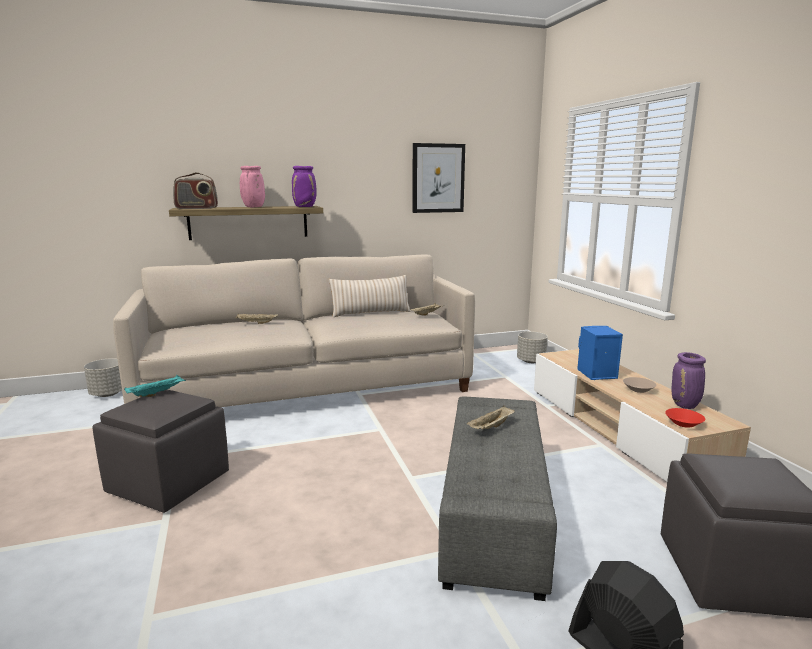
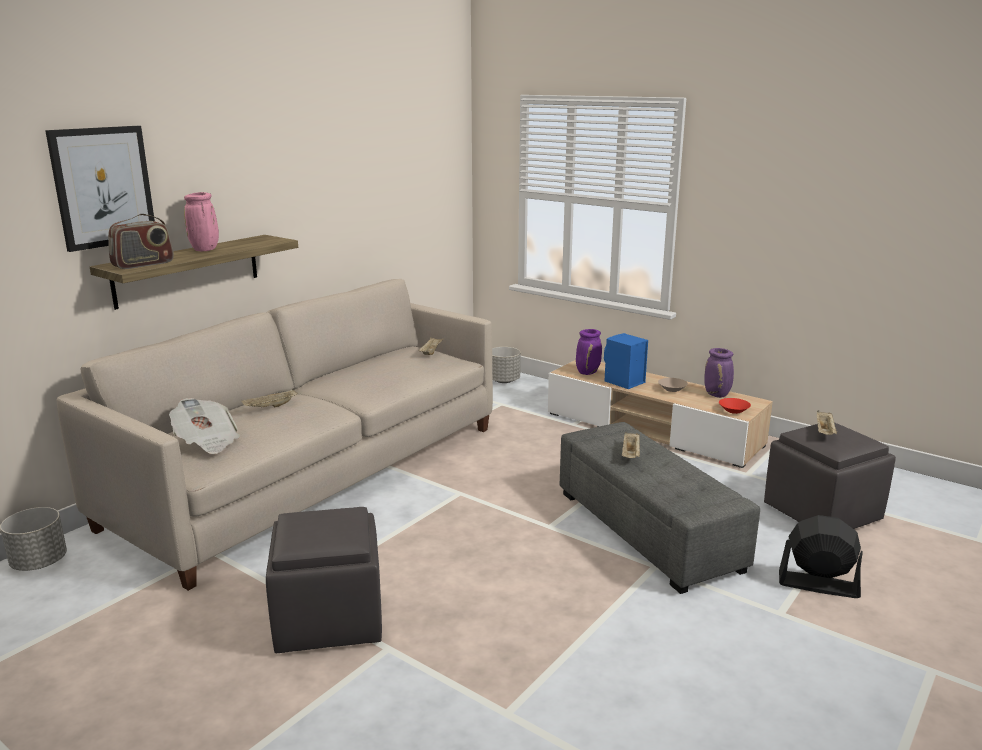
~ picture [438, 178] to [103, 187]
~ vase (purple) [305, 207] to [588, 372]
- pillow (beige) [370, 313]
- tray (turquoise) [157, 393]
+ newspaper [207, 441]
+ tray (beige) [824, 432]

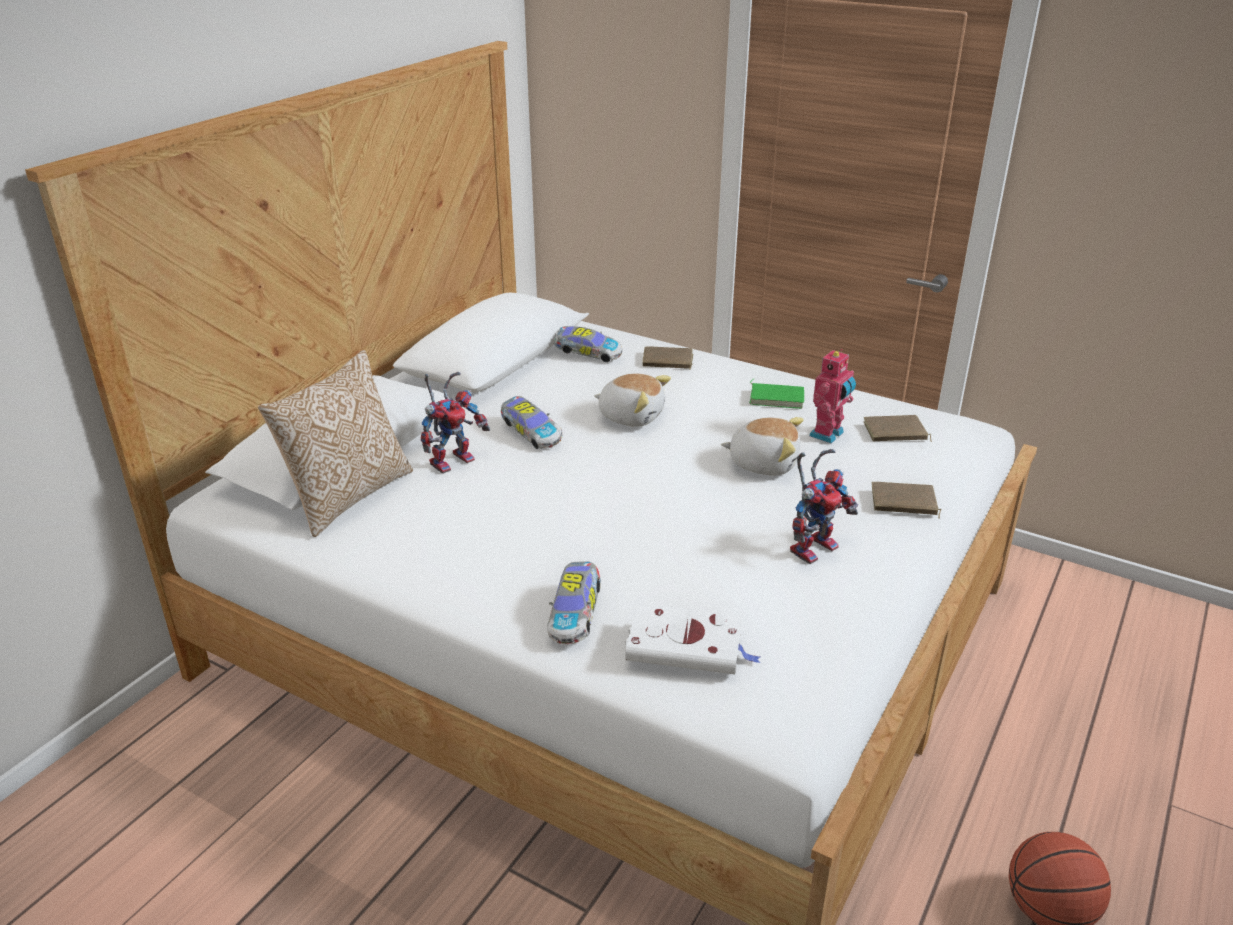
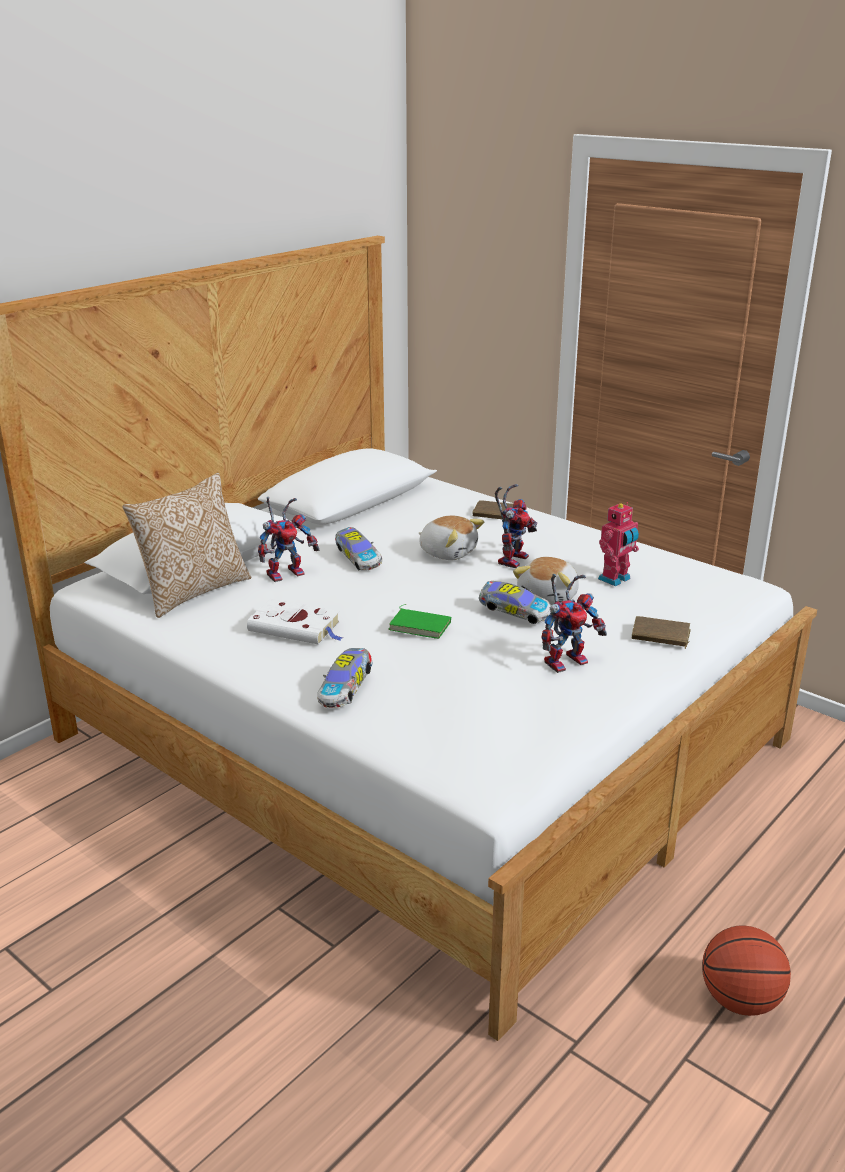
~ toy car [586, 354] to [513, 613]
~ book (green) [777, 398] to [421, 625]
- book (brown) [895, 433]
~ plush toy [763, 463] = [549, 596] 90 degrees clockwise
~ book (white) [688, 646] to [297, 627]
+ toy robot [511, 558]

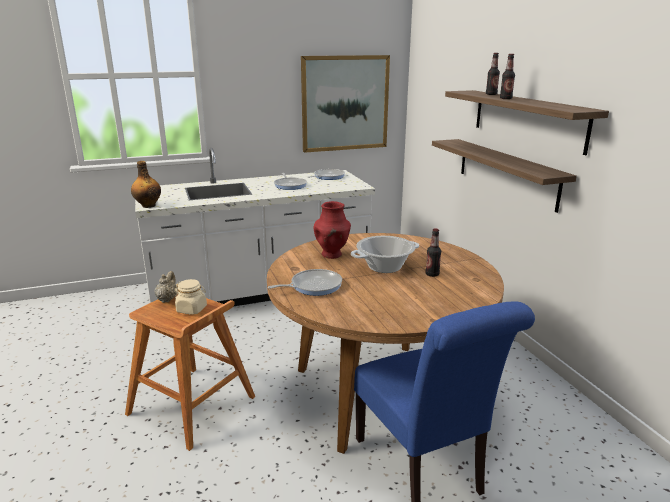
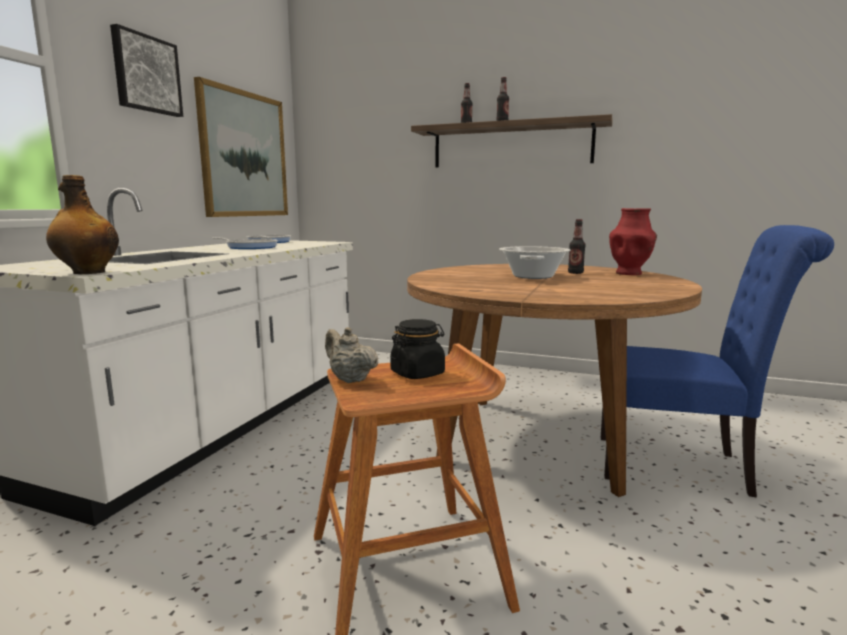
- shelf [506, 172]
~ vase (red) [332, 255] to [629, 273]
- frying pan [313, 286]
~ jar (beige) [192, 309] to jar (black) [418, 373]
+ picture [146, 74]

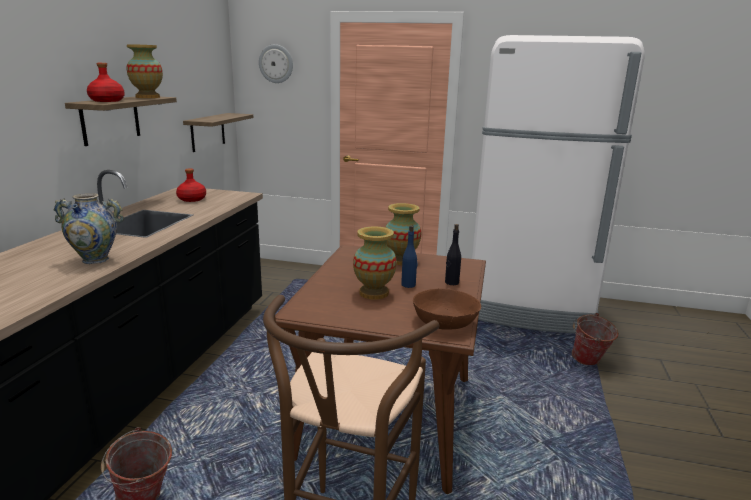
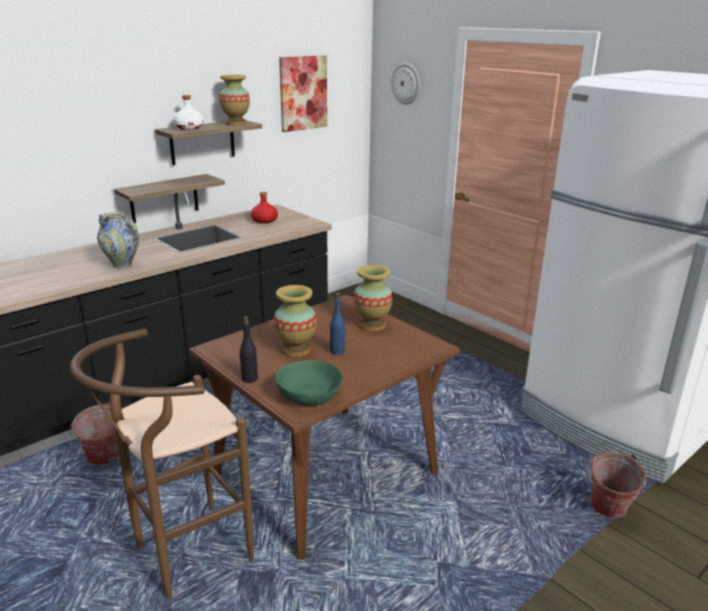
~ bottle (red) [107, 101] to bottle (white) [189, 128]
~ shelf [207, 132] to [164, 198]
~ bottle (black) [451, 282] to [249, 379]
~ bowl (brown) [444, 321] to bowl (green) [310, 395]
+ picture [303, 93]

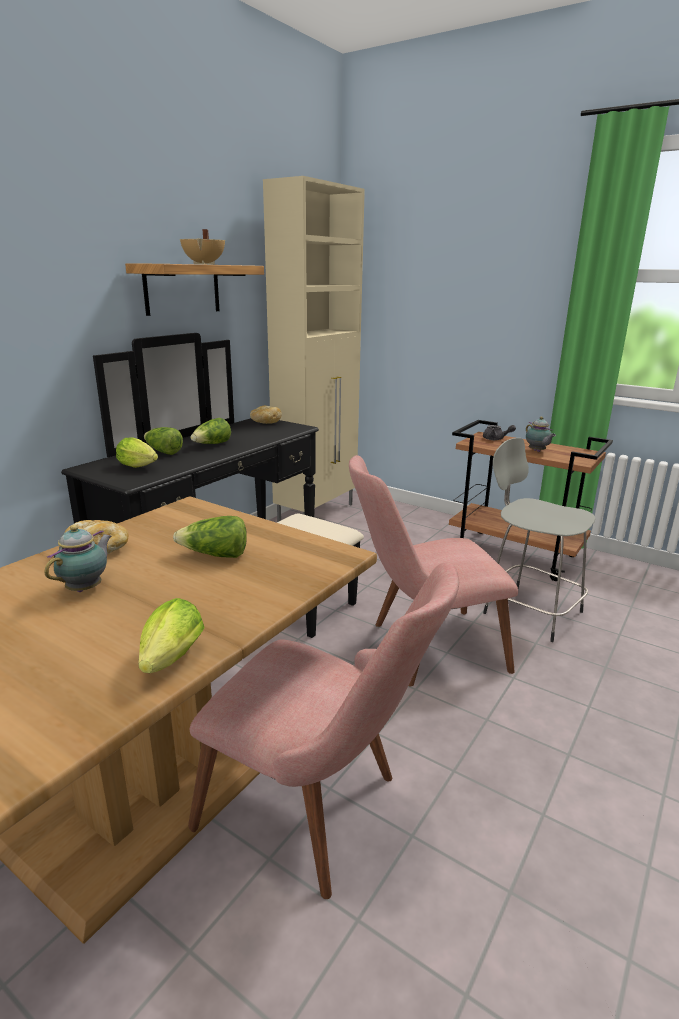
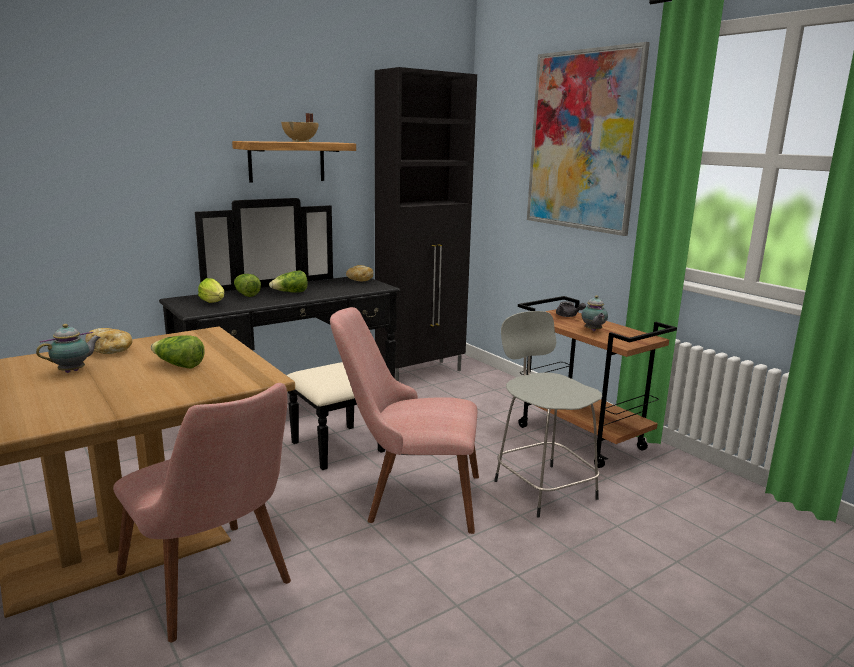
~ cabinet (beige) [317, 512] to cabinet (black) [421, 373]
- lettuce [169, 662]
+ picture [582, 141]

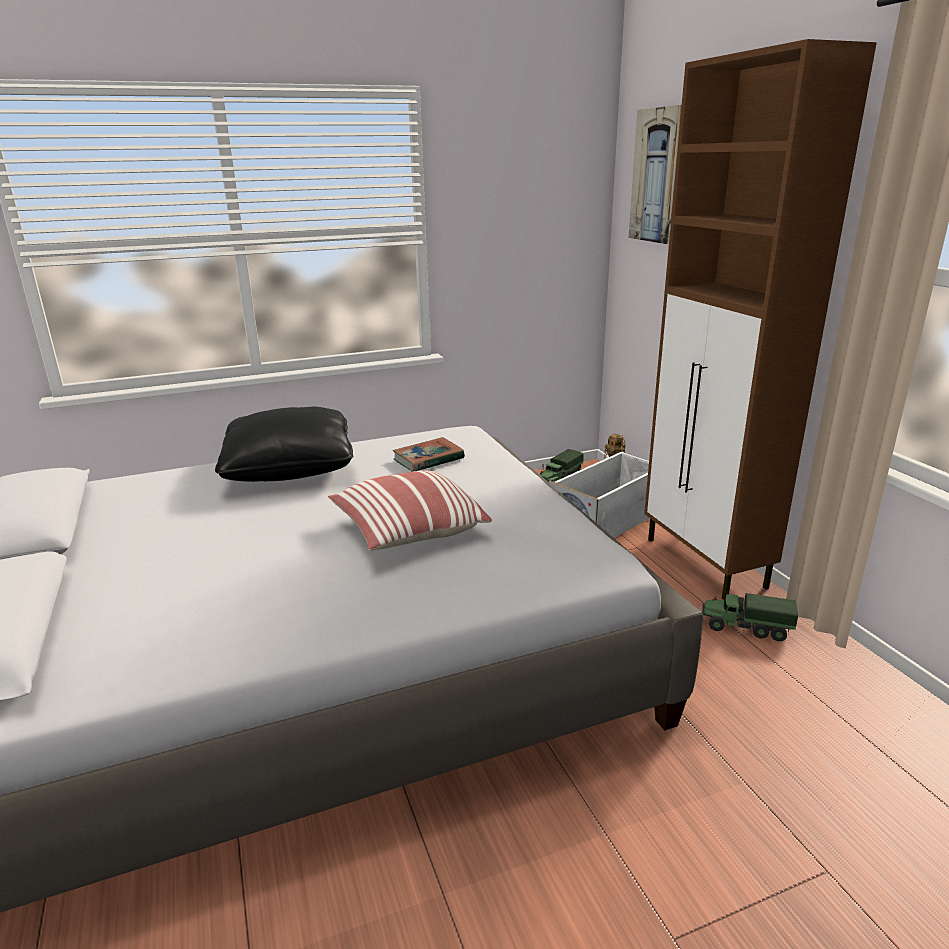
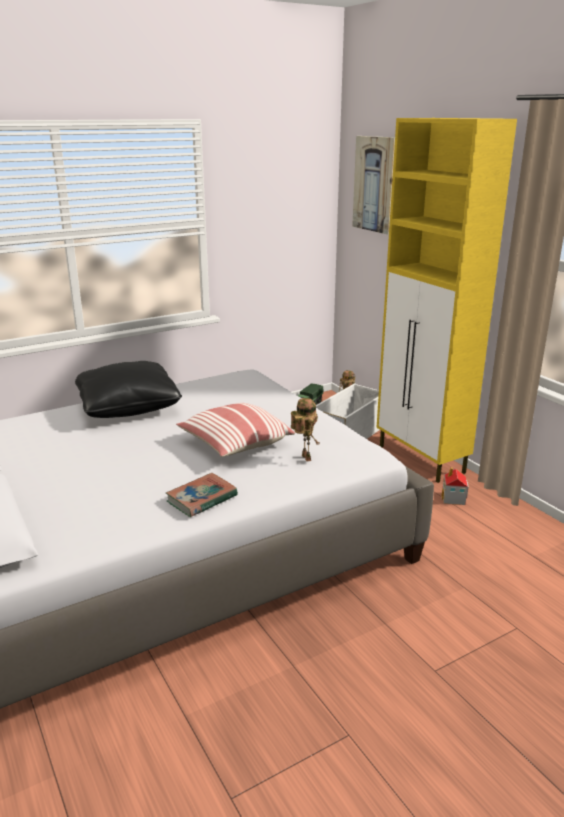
~ cabinet (brown) [705, 563] to cabinet (yellow) [421, 459]
~ book [428, 459] to [202, 499]
~ toy truck [745, 627] to toy house [453, 499]
+ toy robot [304, 458]

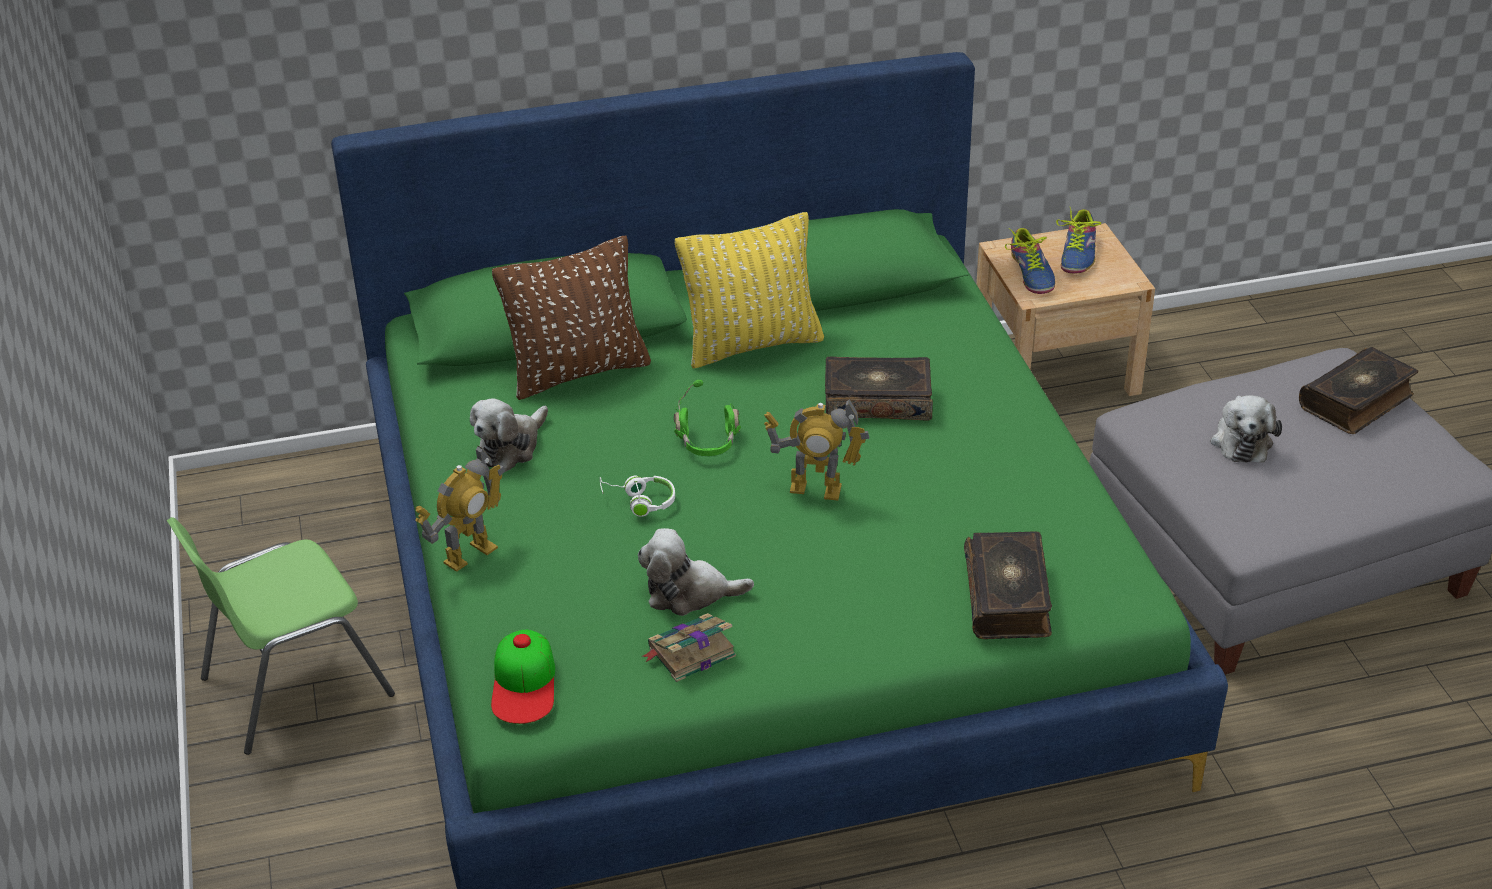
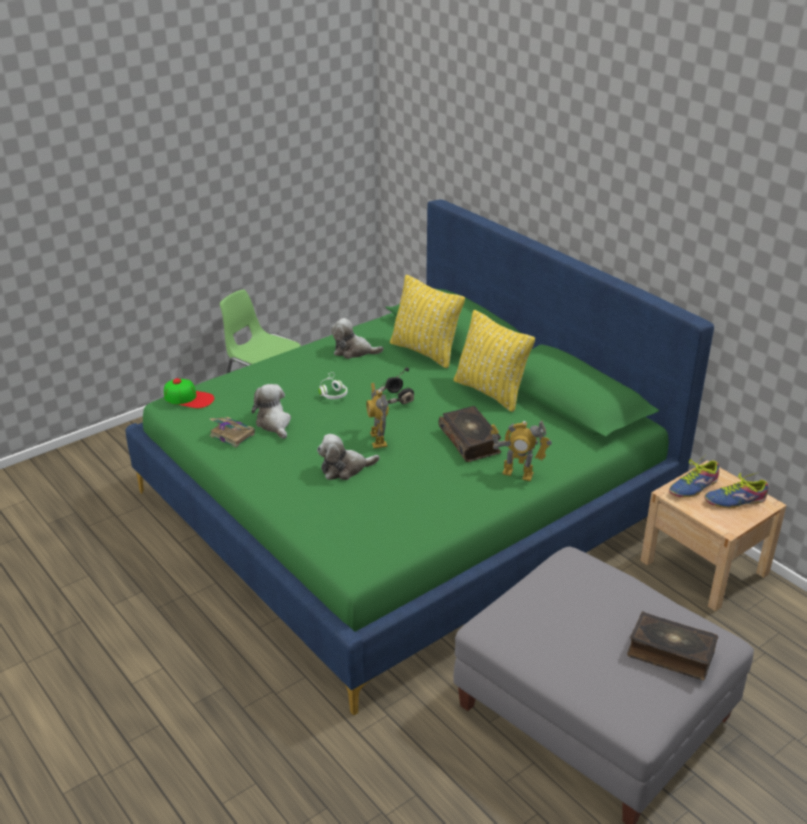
~ pillow (brown) [578, 372] to pillow (yellow) [425, 352]
~ headphones (green) [708, 442] to headphones (black) [393, 399]
~ plush toy [1241, 440] to [345, 469]
~ toy robot [469, 554] to [518, 474]
- book [1008, 597]
~ cap [524, 684] = [189, 398] 135 degrees counterclockwise

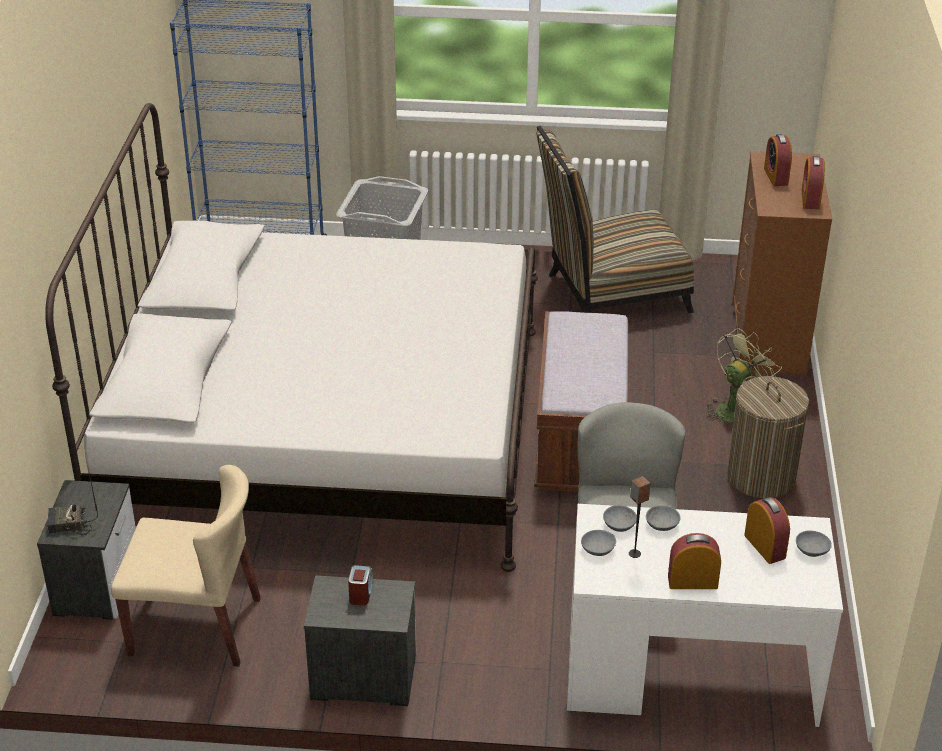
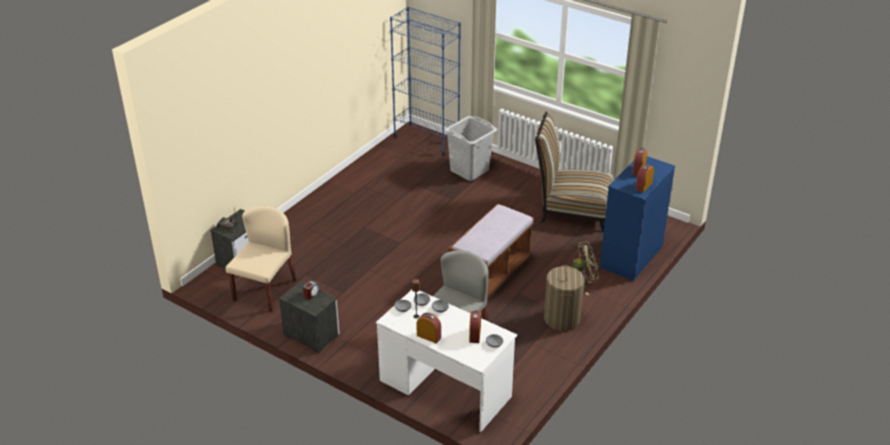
- bed (white) [327, 429]
~ dresser (brown) [768, 338] to dresser (blue) [631, 257]
~ chair (beige) [196, 626] = [265, 290] 105 degrees counterclockwise

